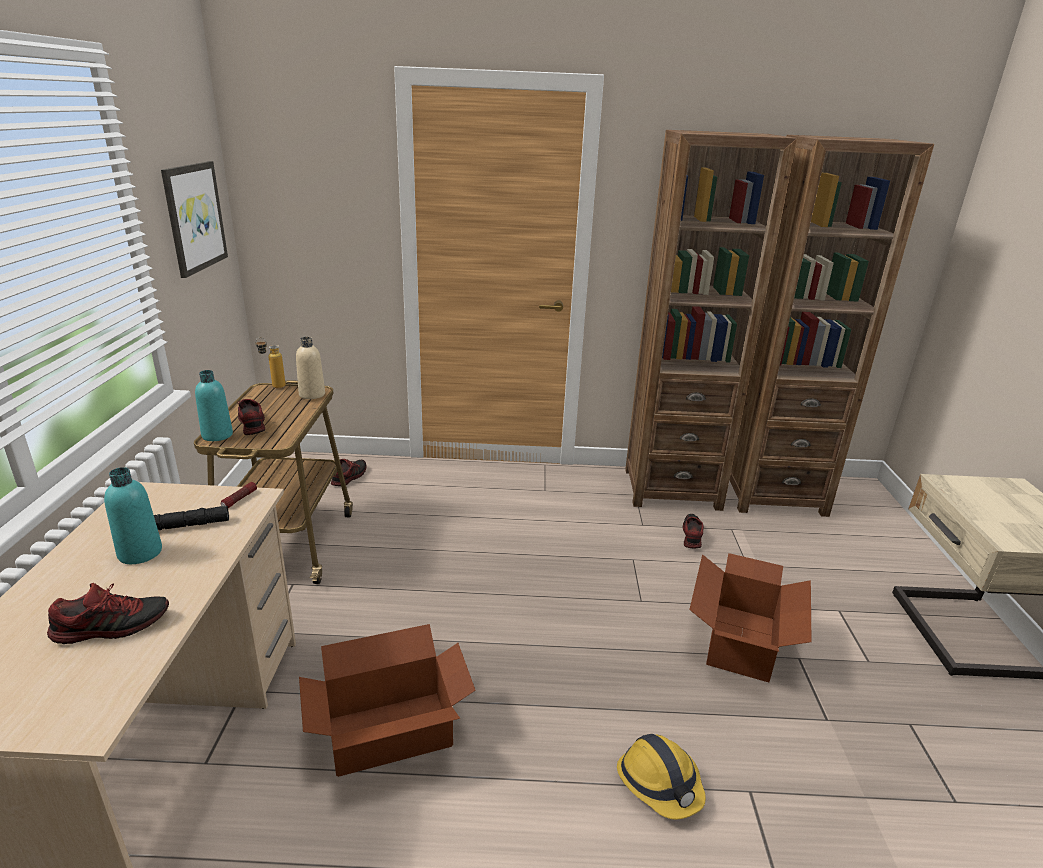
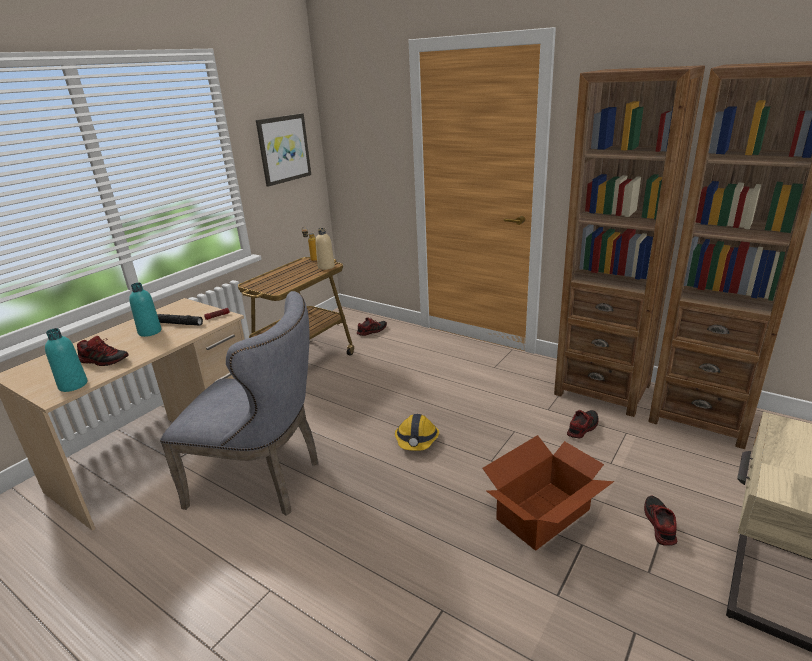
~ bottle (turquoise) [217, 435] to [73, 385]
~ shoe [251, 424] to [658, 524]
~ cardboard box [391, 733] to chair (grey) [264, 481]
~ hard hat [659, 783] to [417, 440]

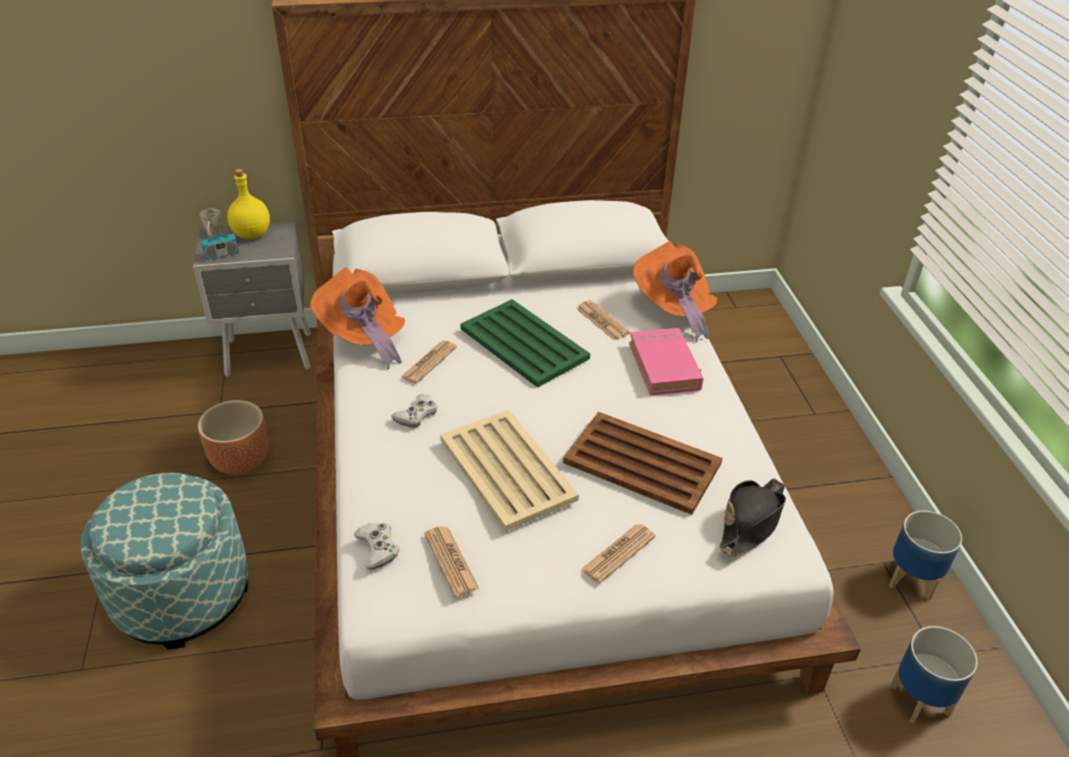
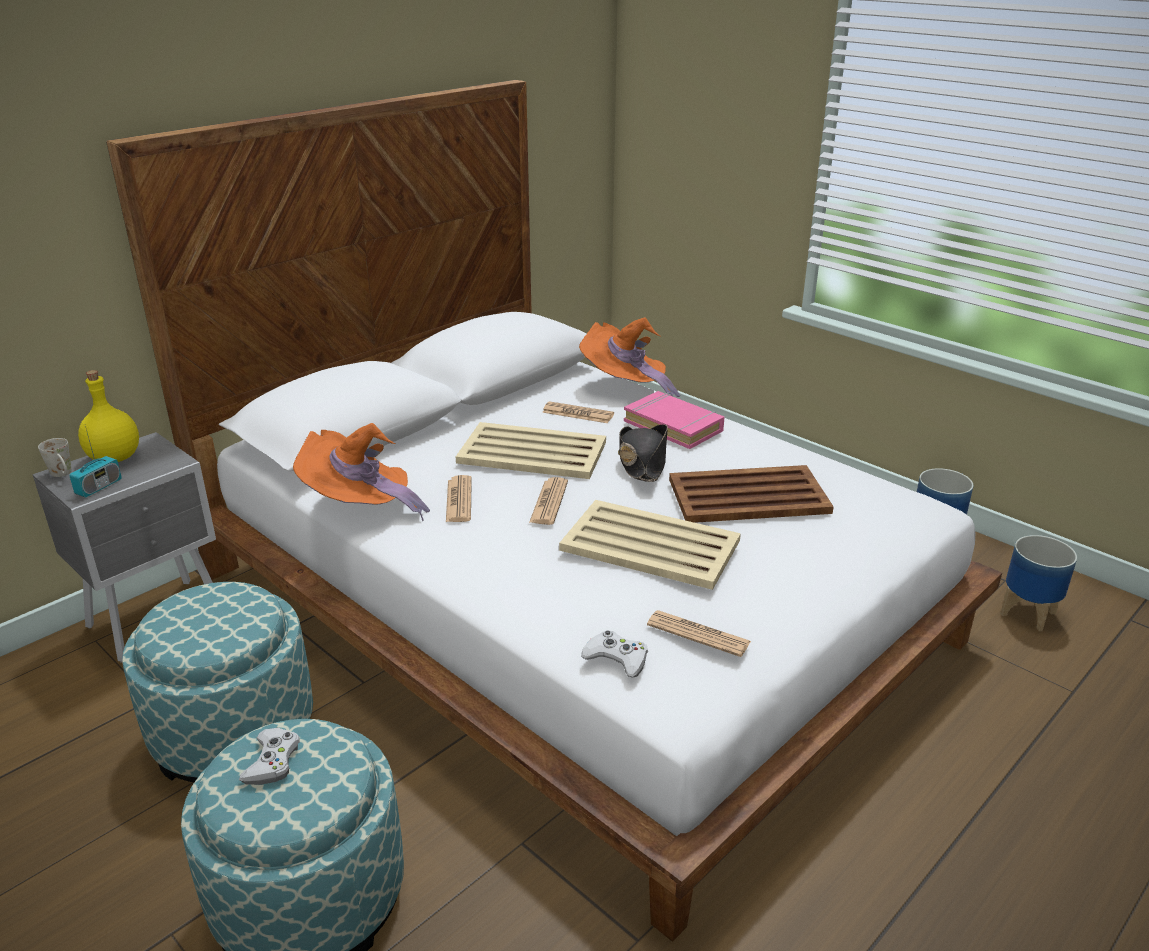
~ tray (green) [523, 343] to tray (beige) [531, 452]
~ game controller (white) [416, 415] to [272, 761]
~ planter (brown) [240, 460] to ottoman [234, 732]
~ hat (black) [751, 522] to [642, 461]
~ newspaper [618, 553] to [549, 502]

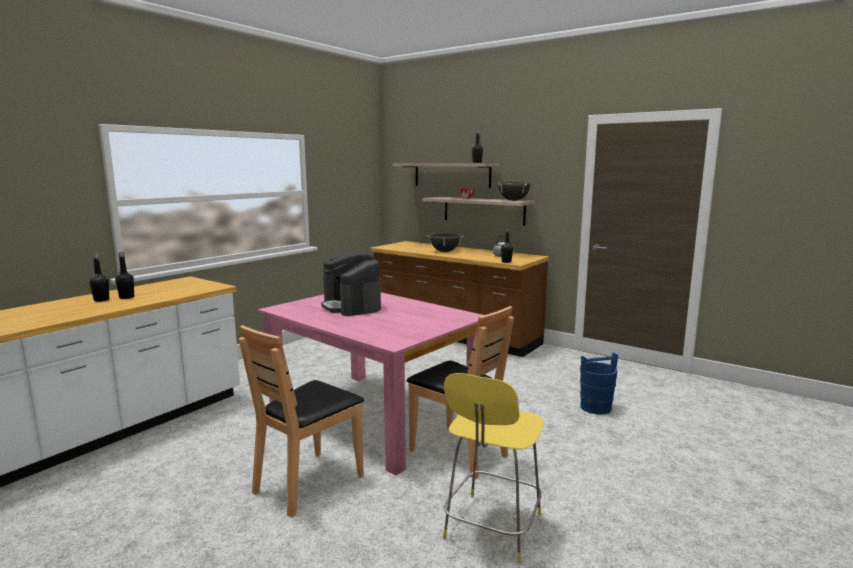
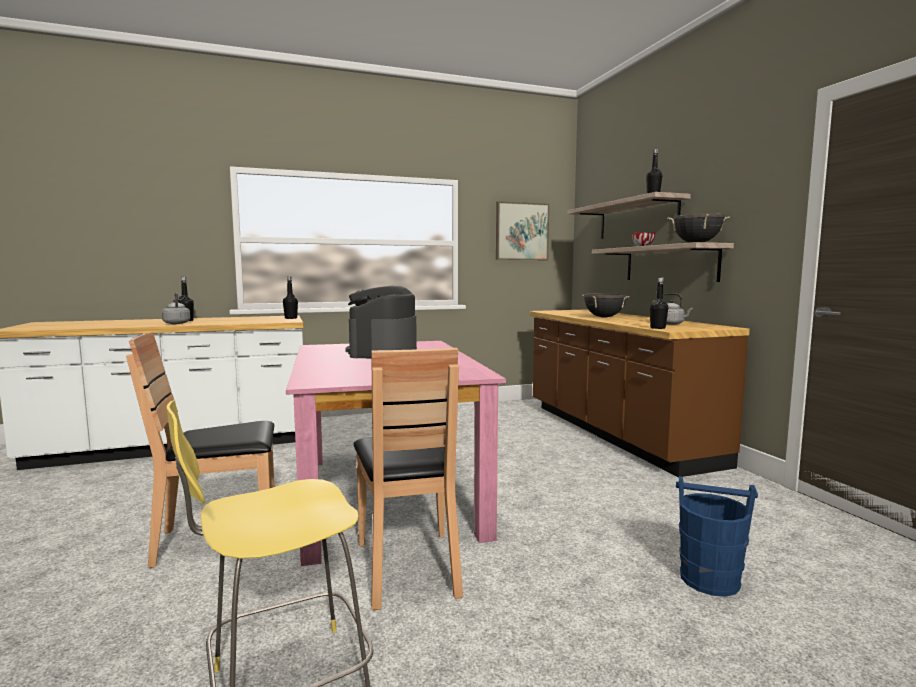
~ bottle (black) [126, 297] to [291, 318]
+ picture [521, 231]
+ kettle (grey) [176, 323]

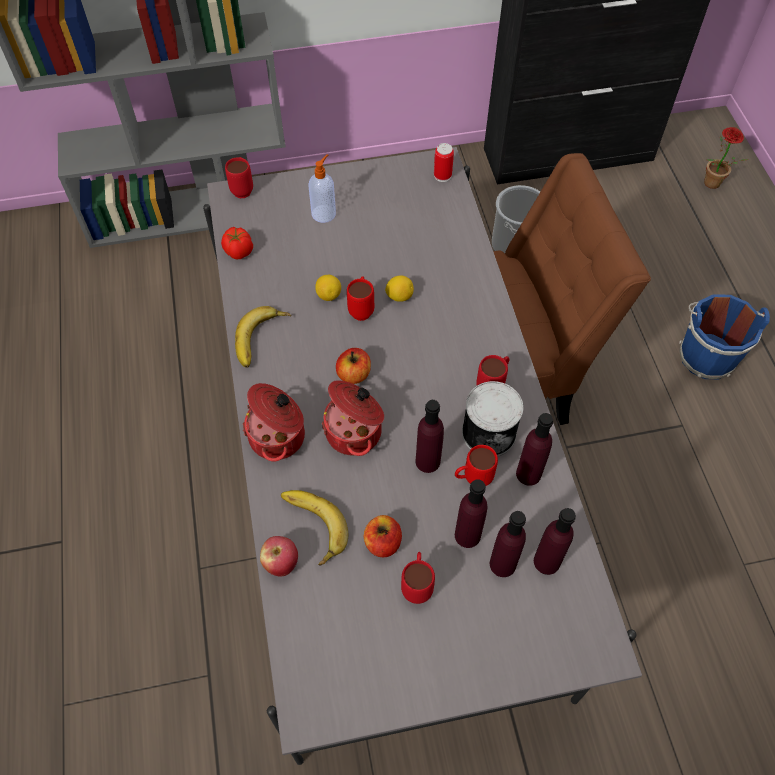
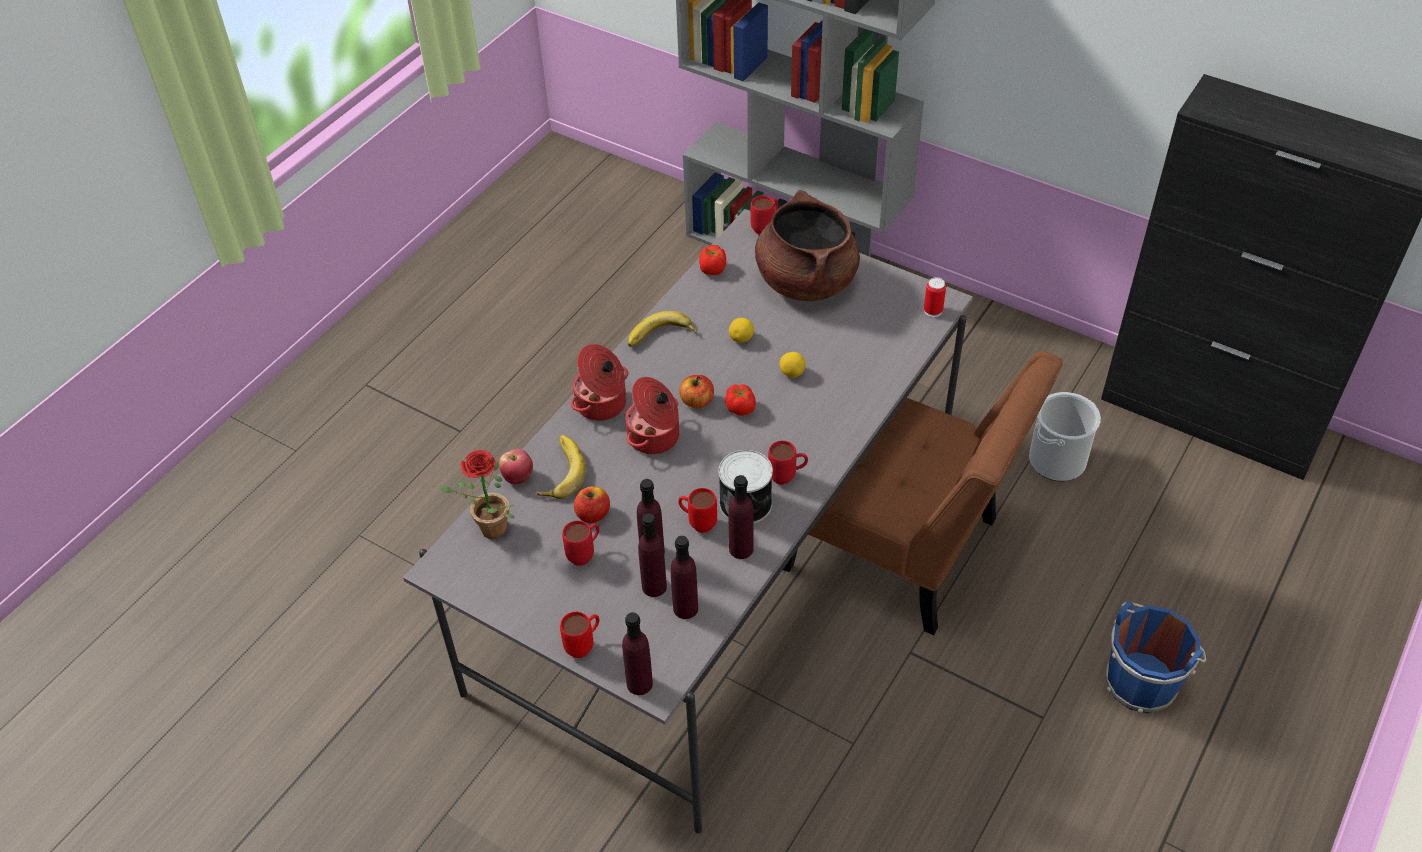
~ potted plant [711, 185] to [488, 531]
~ soap dispenser [324, 213] to cooking pot (brown) [805, 281]
~ mug (red) [362, 309] to [584, 645]
~ bottle (purple) [428, 461] to [639, 683]
+ tomato [740, 408]

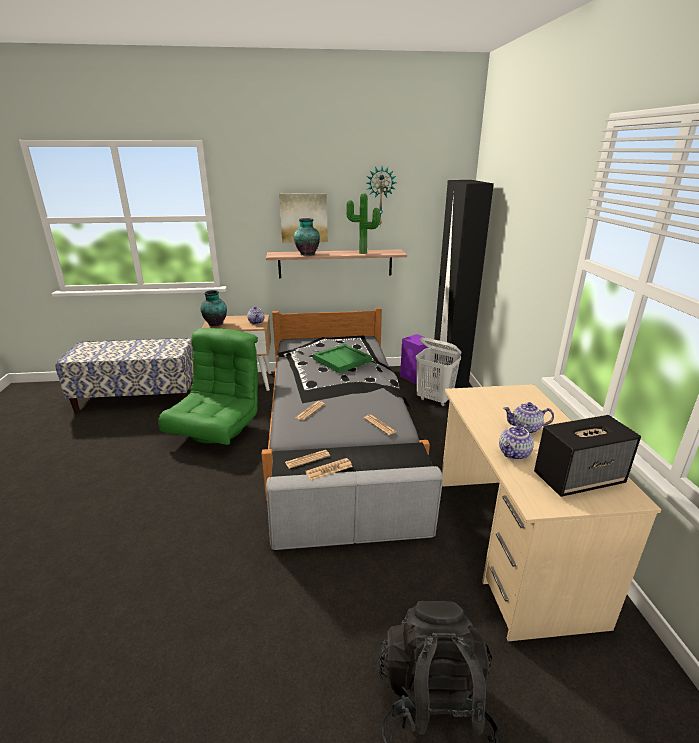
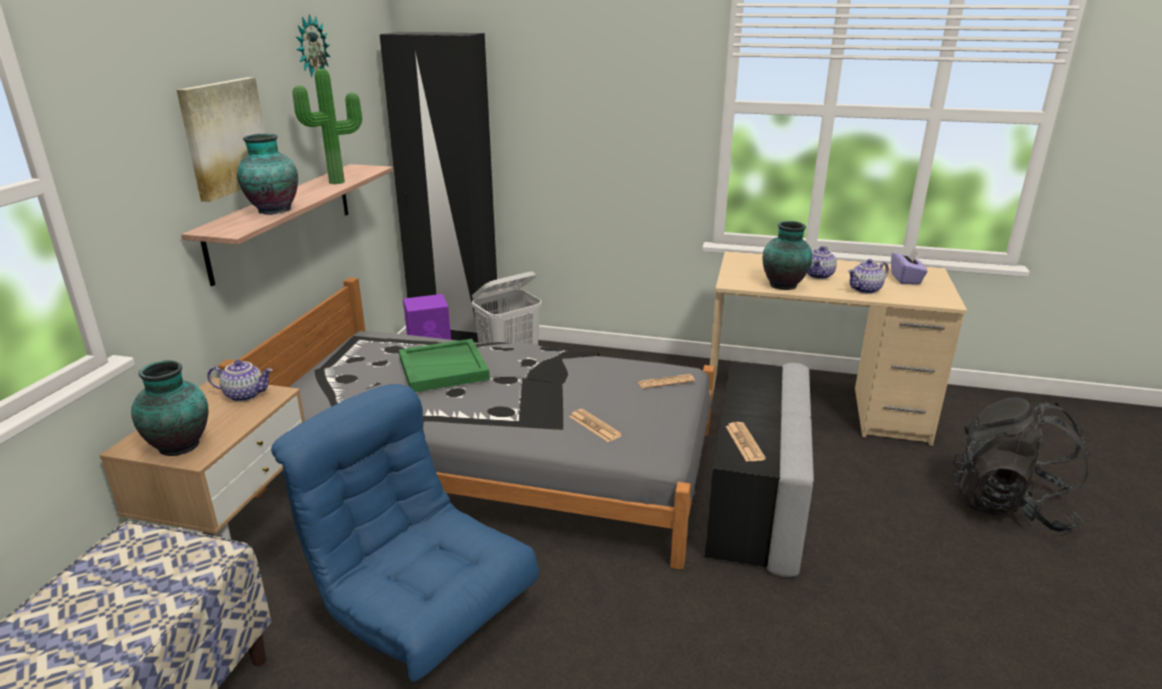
~ armchair (green) [218, 429] to armchair (blue) [422, 610]
~ speaker [579, 478] to tissue box (purple) [906, 279]
~ teapot [514, 454] = [865, 290] 90 degrees clockwise
- newspaper [329, 469]
+ vase [784, 285]

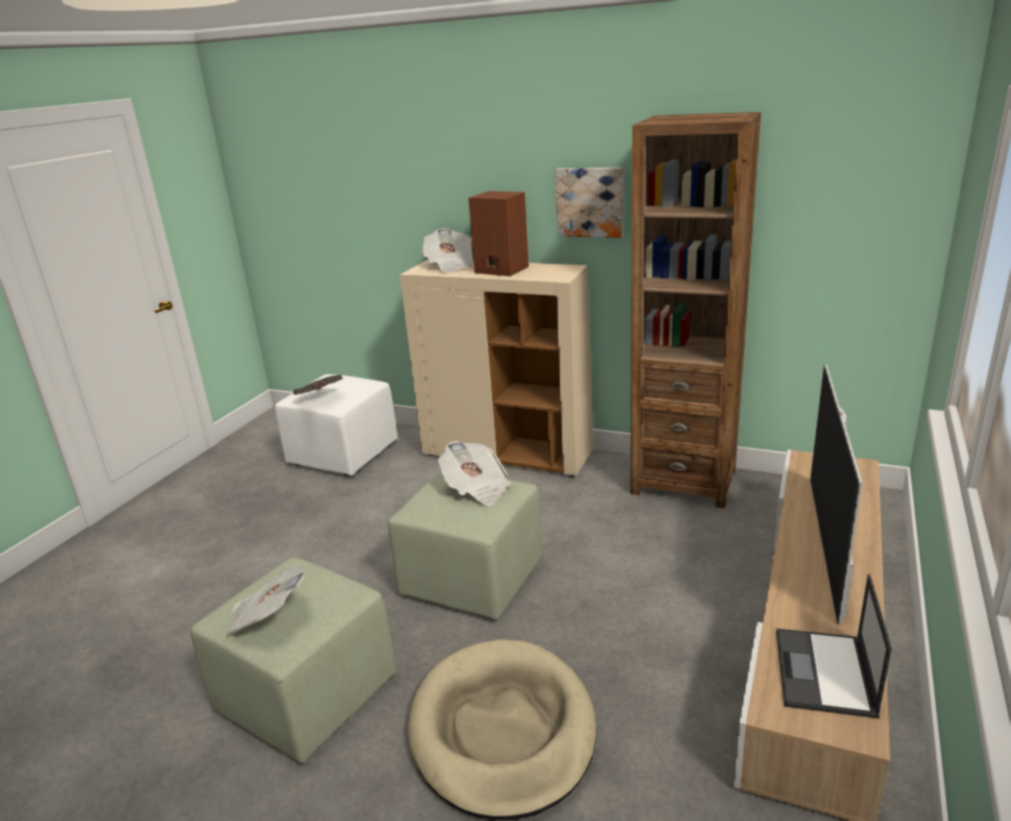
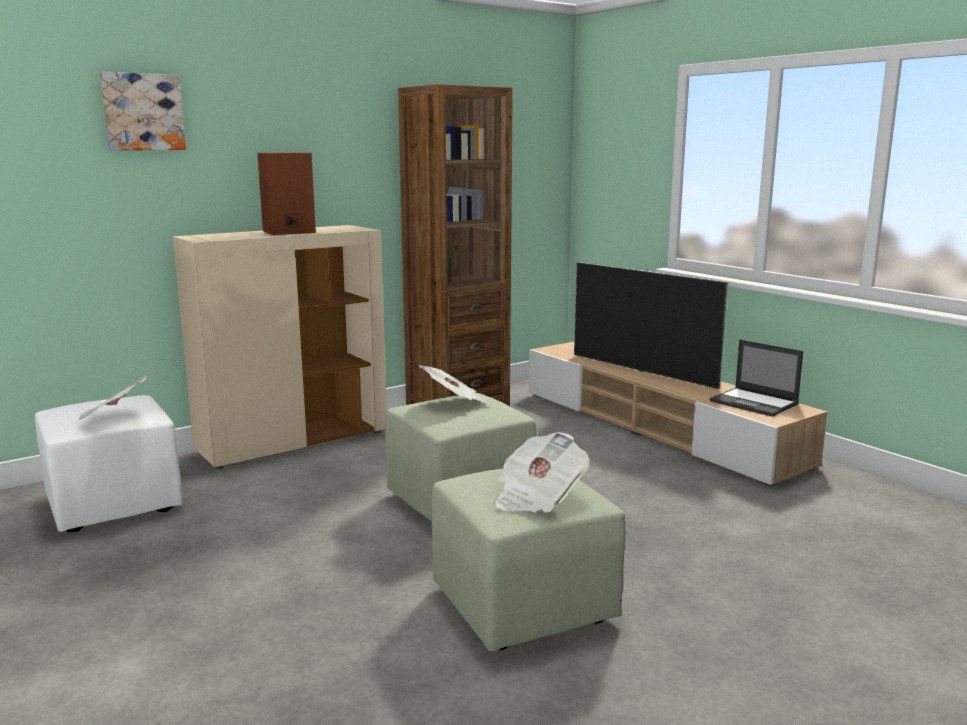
~ picture [590, 202] to [143, 112]
- newspaper [450, 266]
- dog bed (beige) [502, 731]

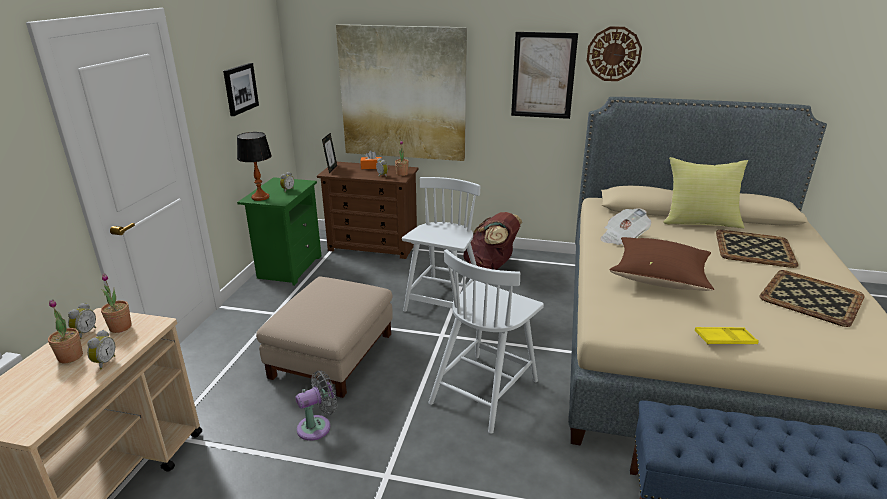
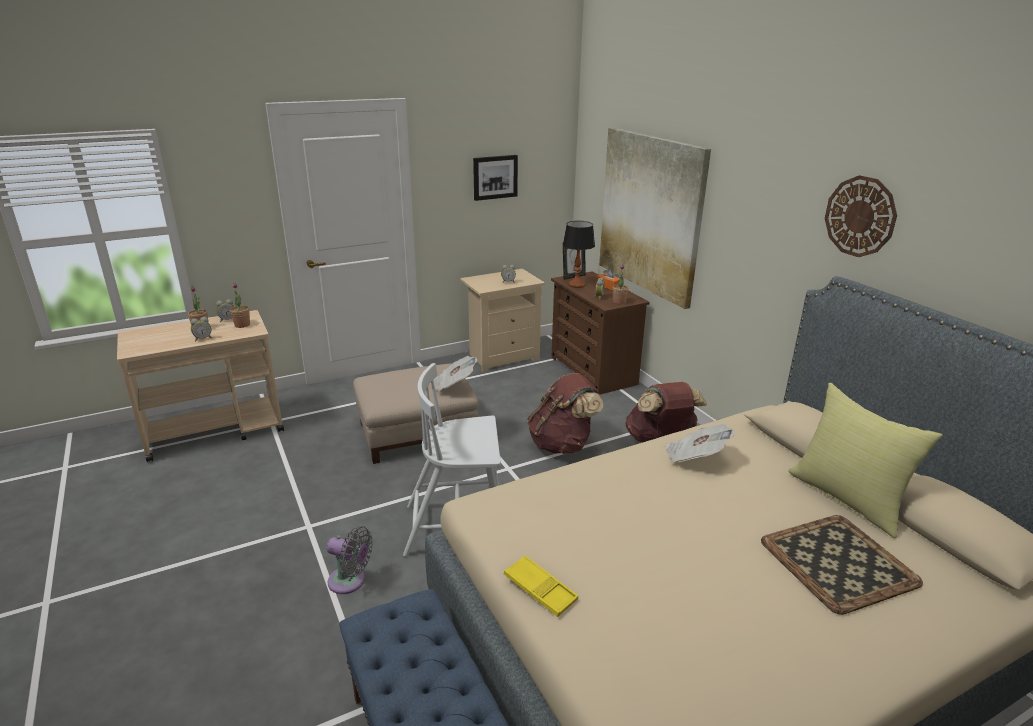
- picture [543, 75]
~ table lamp [260, 197] to [576, 284]
~ nightstand (green) [289, 267] to nightstand (beige) [502, 357]
~ chair (white) [444, 300] to backpack (brown) [562, 444]
- pillow (brown) [660, 278]
- tray [810, 297]
~ fan (grey) [317, 426] to [350, 582]
+ newspaper [453, 384]

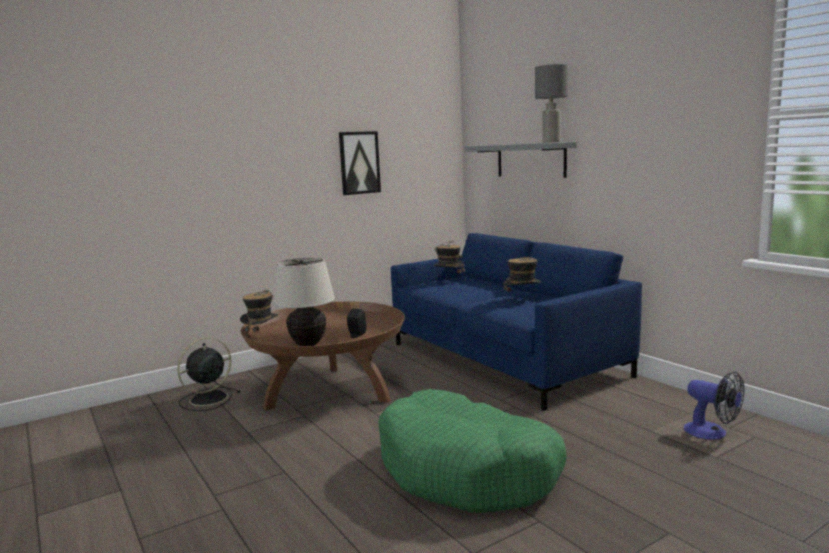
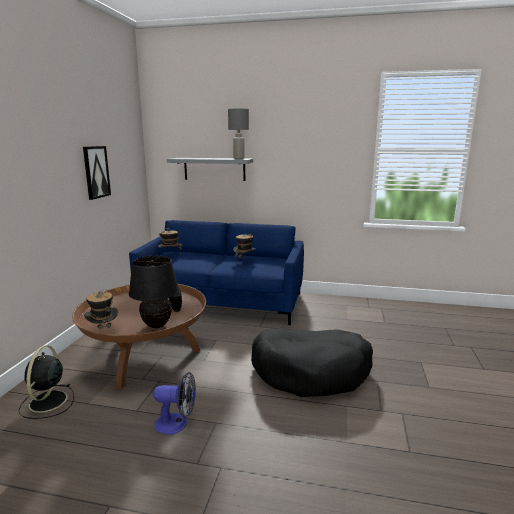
~ table lamp (beige) [308, 345] to table lamp (black) [157, 325]
~ fan [712, 433] to [177, 424]
~ dog bed (green) [467, 471] to dog bed (black) [311, 372]

